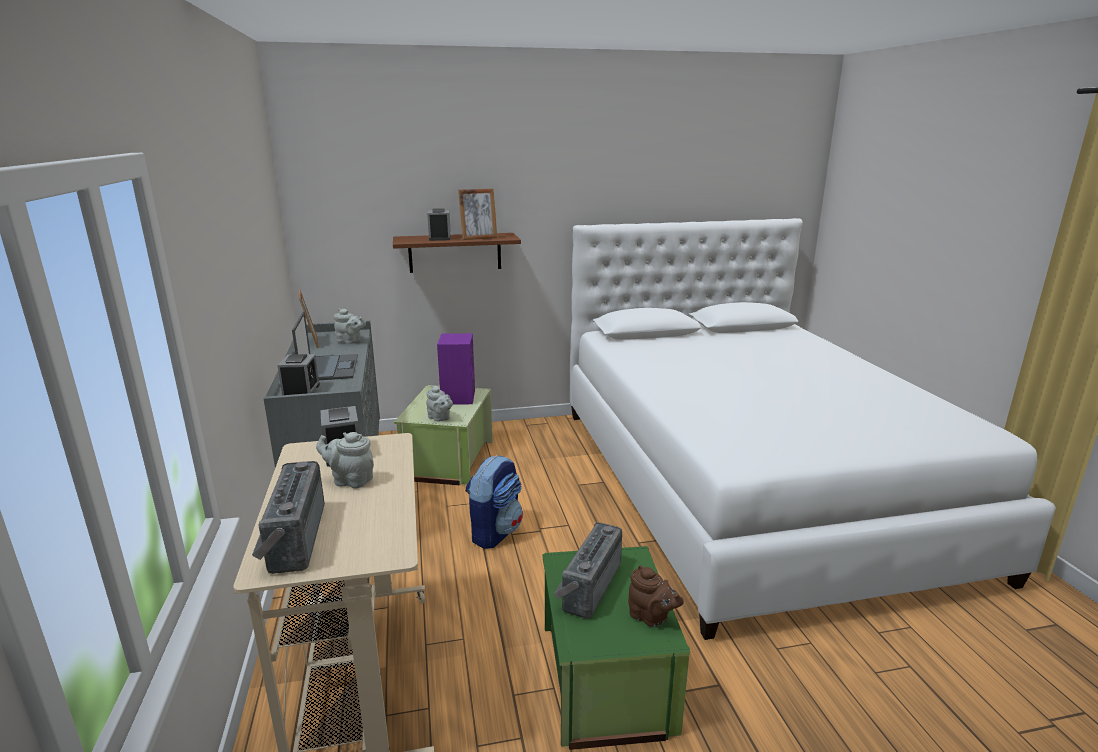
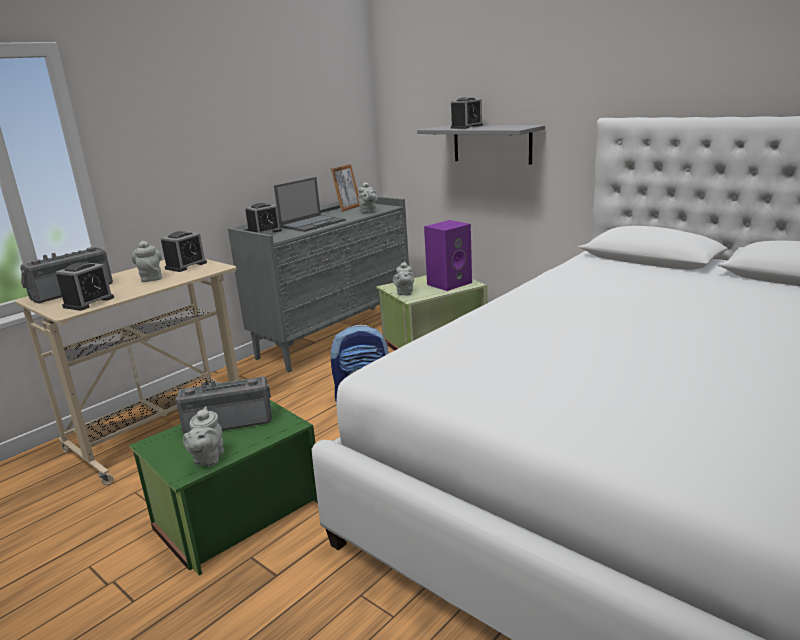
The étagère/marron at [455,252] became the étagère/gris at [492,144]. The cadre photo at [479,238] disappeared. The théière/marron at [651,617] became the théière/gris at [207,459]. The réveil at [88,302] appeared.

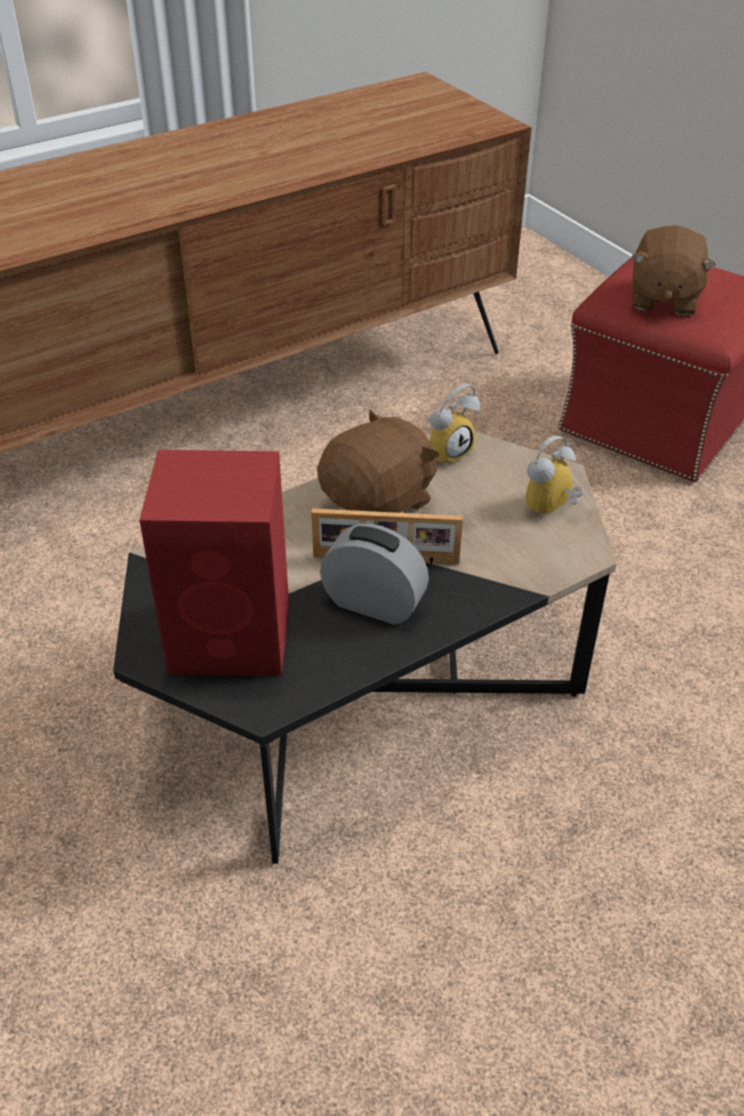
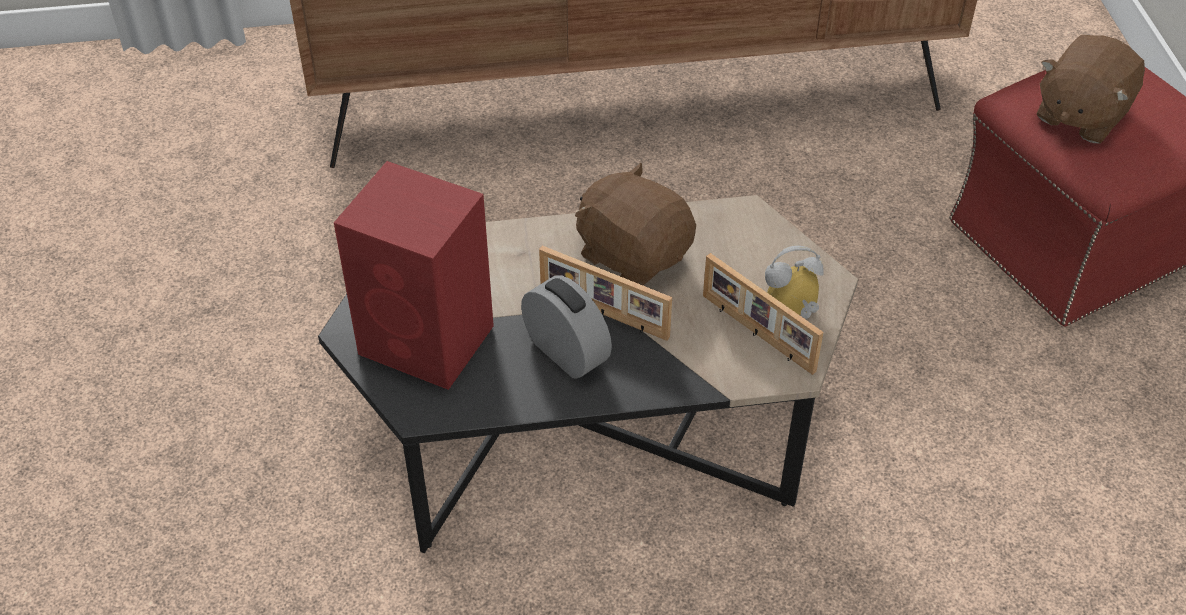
The peluche/marron at [379,502] turned 120 degrees counterclockwise. The réveil at [447,451] disappeared. The cadre photo at [756,334] appeared.

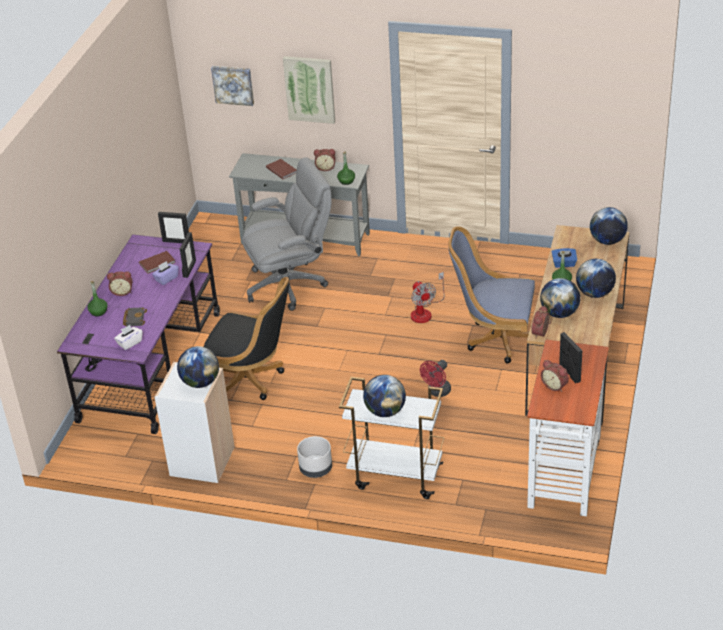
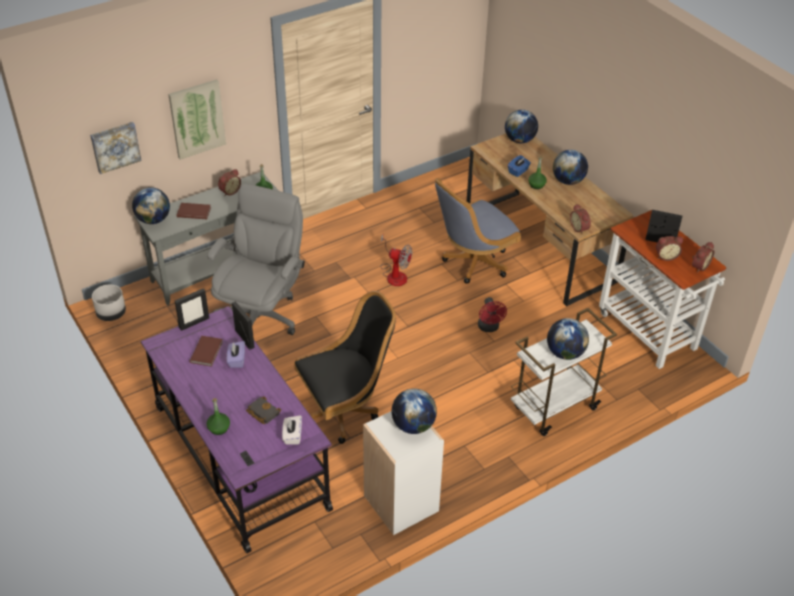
The réveil moved from [122,291] to [699,266]. The cache-pot/gris moved from [315,469] to [111,314]. The globe moved from [559,313] to [153,220].

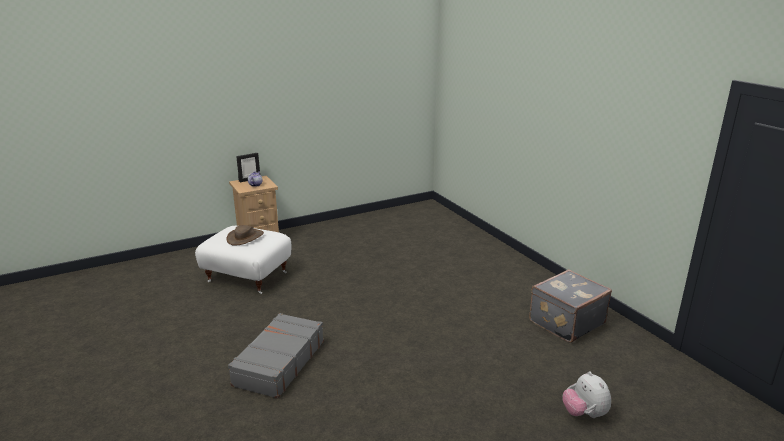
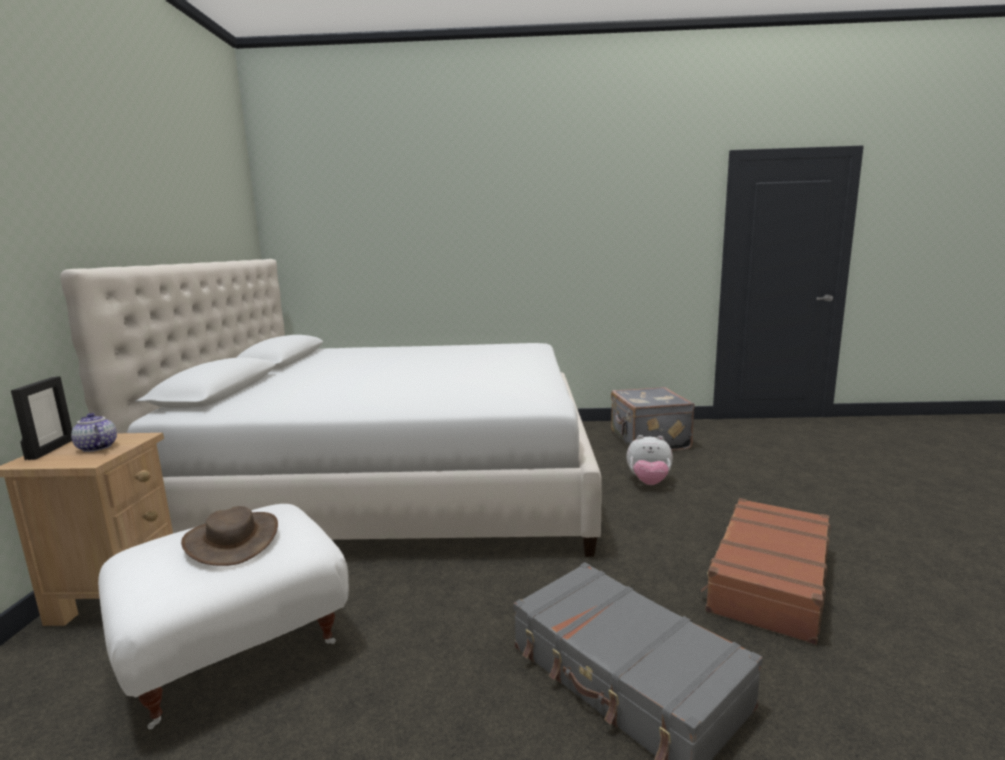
The peluche moved from [584,414] to [649,482]. The lit/blanc at [397,477] appeared. The valise/marron at [768,580] appeared.

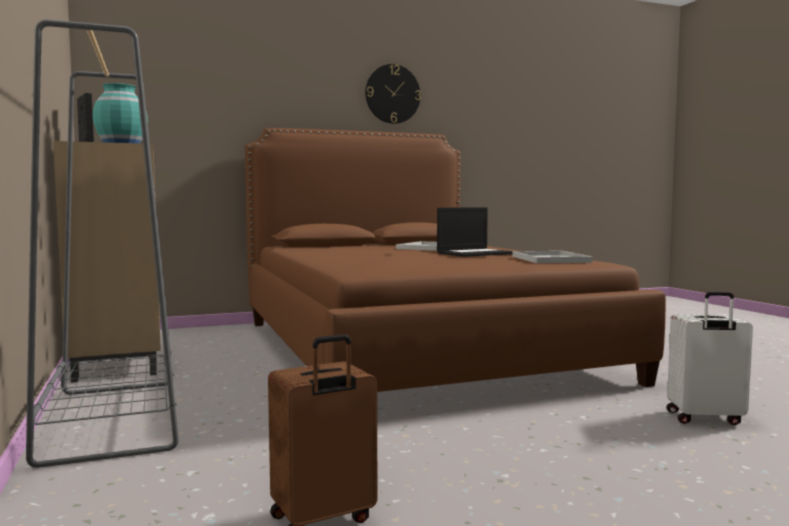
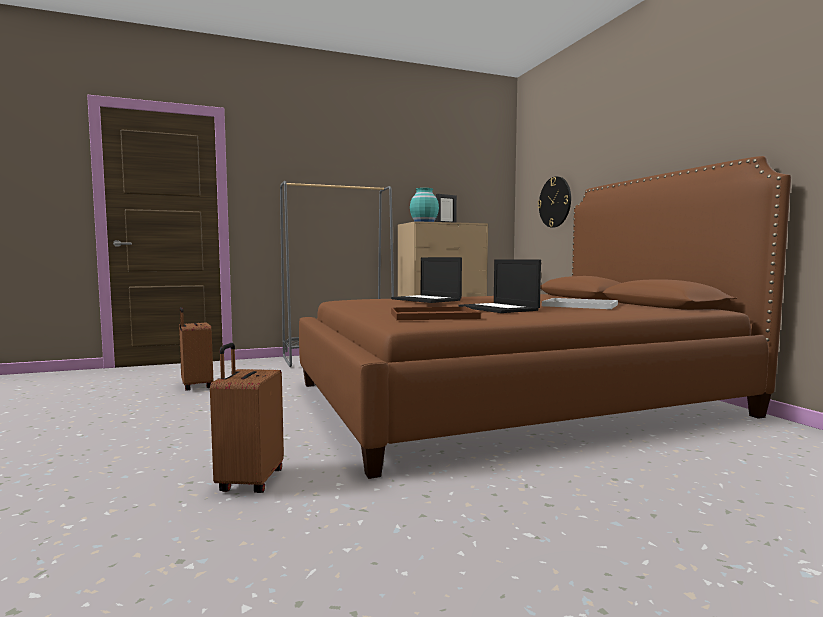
The horloge murale moved from [392,94] to [555,202]. The plateau/blanc at [551,259] became the plateau/marron at [432,316]. The valise/blanc at [705,418] became the valise/marron at [249,481]. The ordinateur portable at [427,299] appeared.

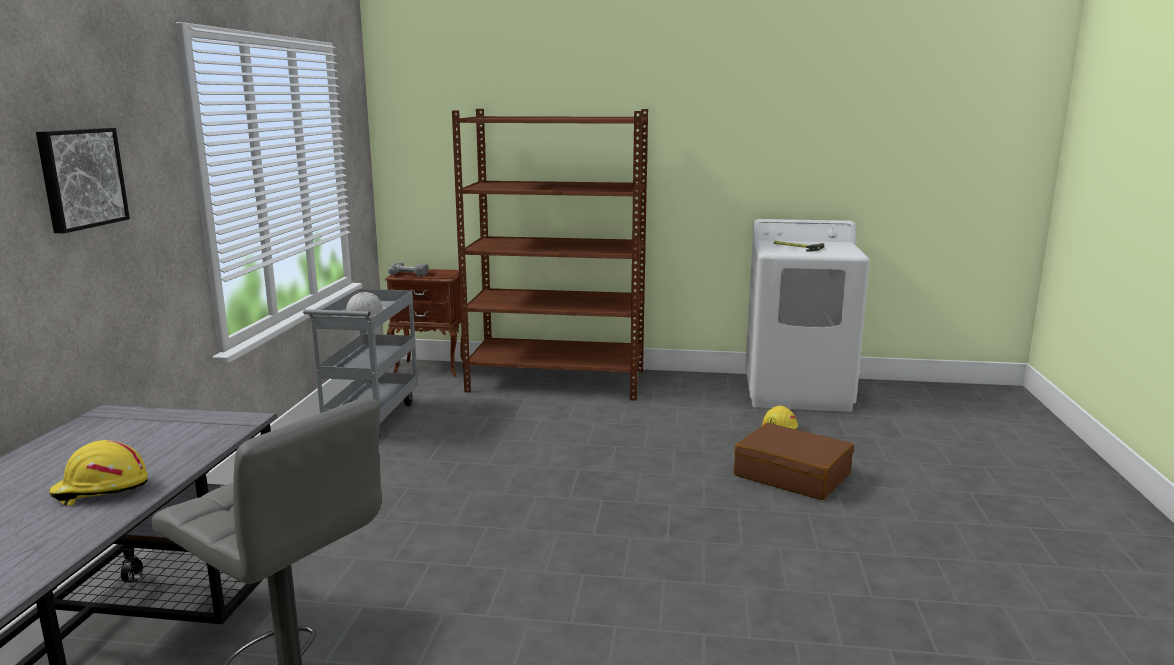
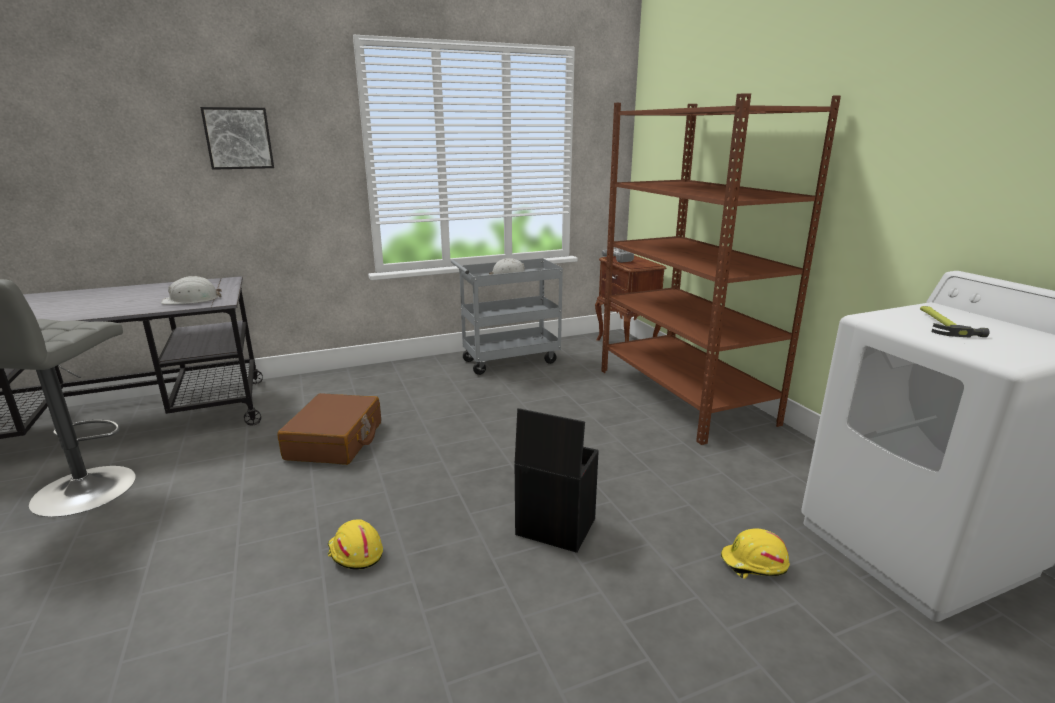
The casque de chantier/jaune moved from [100,490] to [354,553]. The valise/marron moved from [792,475] to [335,441]. The casque de chantier/blanc at [191,300] appeared. The boîte de rangement/noir at [554,527] appeared.

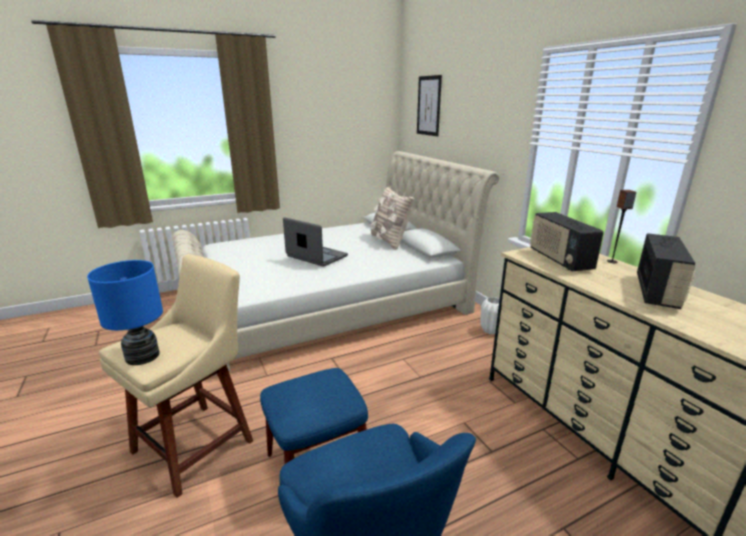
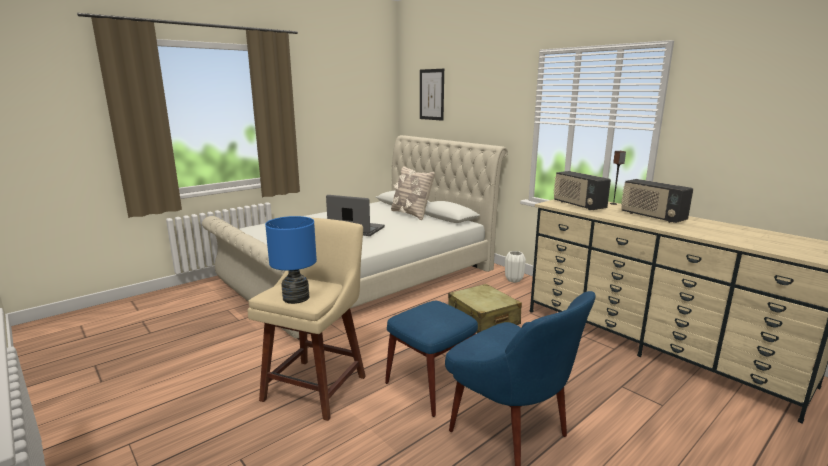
The radio at [657,292] turned 135 degrees clockwise. The valise/beige at [483,319] appeared.

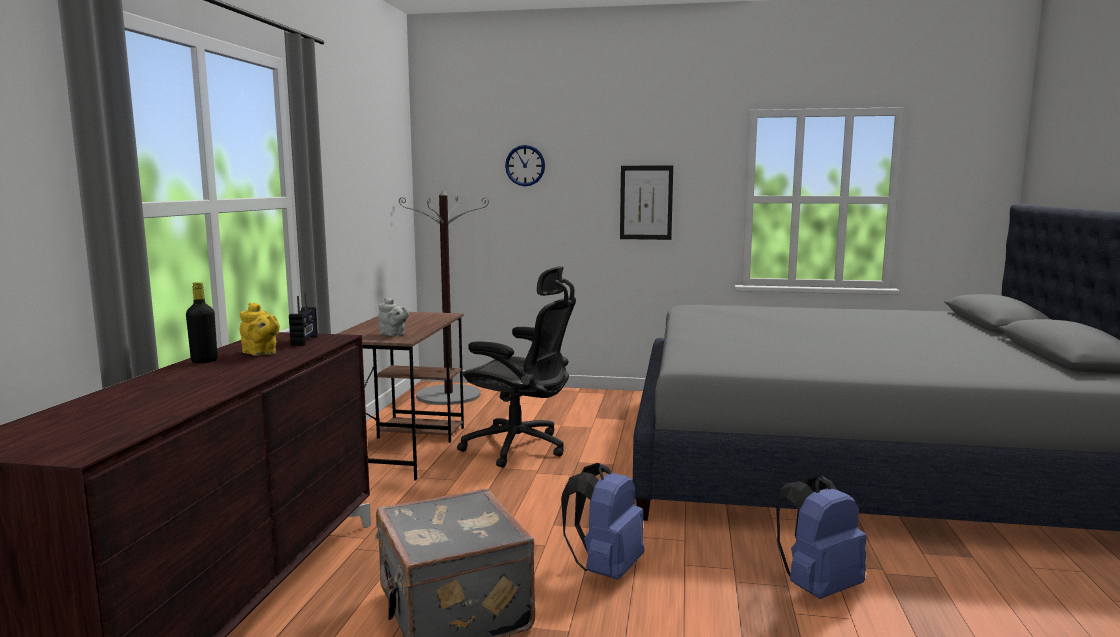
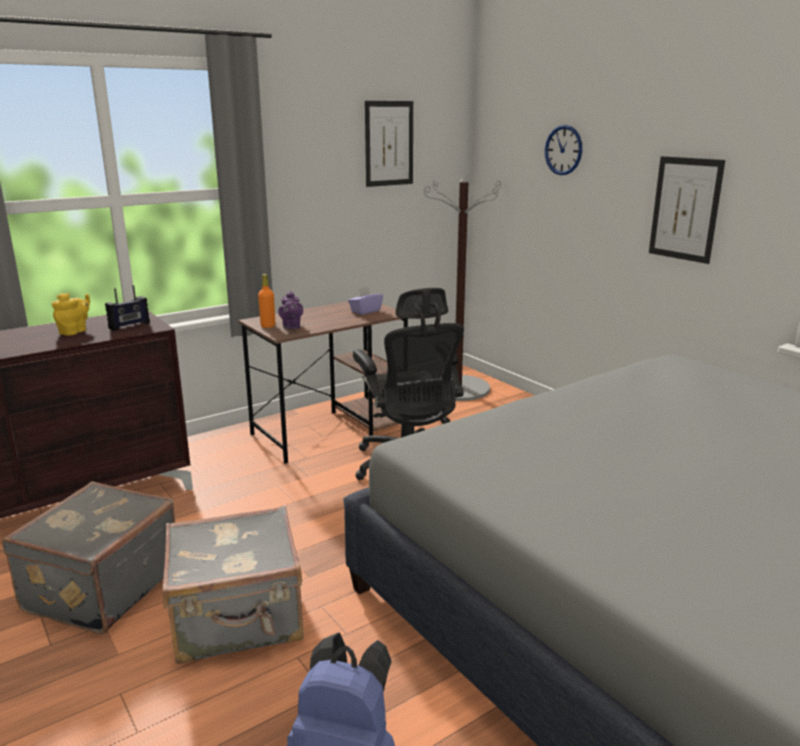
The bouteille/noir at [204,361] disappeared. The théière/jaune at [261,353] turned 150 degrees counterclockwise. The théière/gris at [393,334] became the théière/violet at [291,327]. The sac à dos/bleu at [605,569] was replaced by the valise/gris at [238,619]. The bouteille/orange at [268,326] appeared. The boîte à mouchoirs/violet at [365,311] appeared. The tableau at [389,143] appeared.

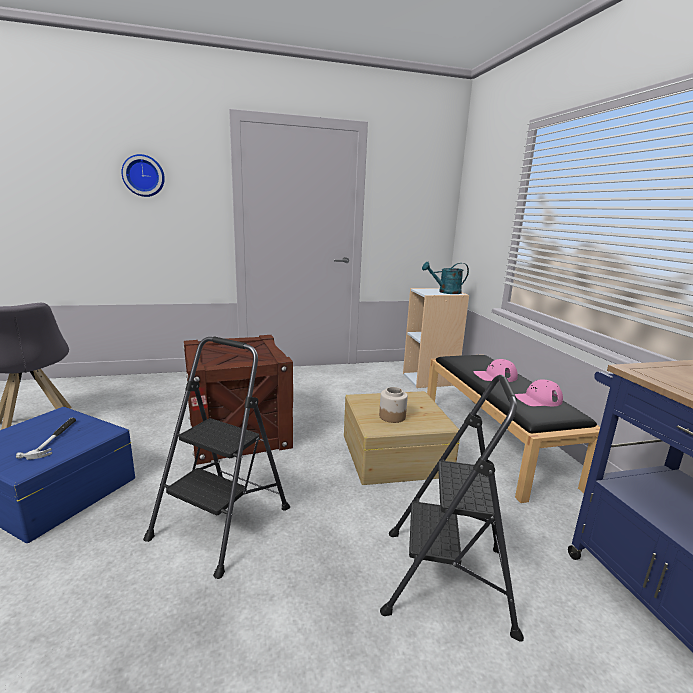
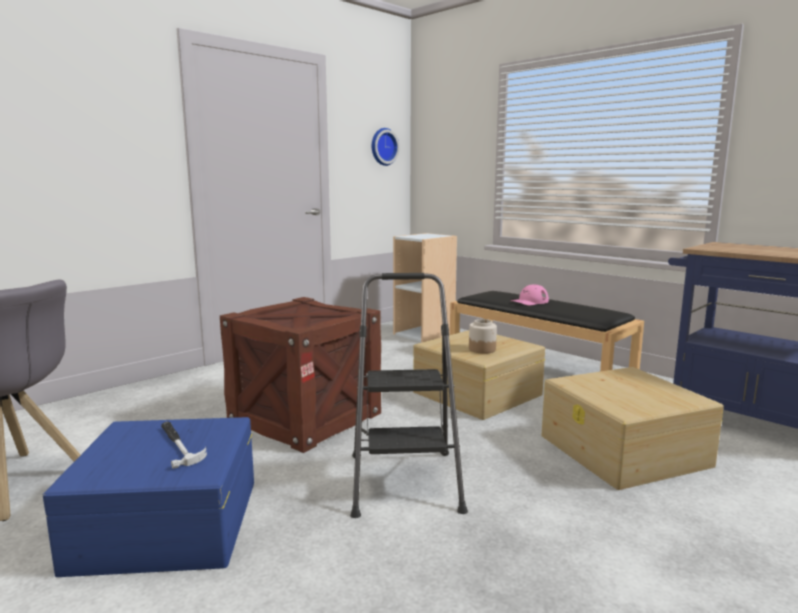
The horloge murale moved from [144,176] to [383,147]. The escabeau/noir at [452,579] was replaced by the boîte de rangement/beige at [624,451]. The arrosoir/turquoise at [445,292] disappeared. The casquette/rose at [537,399] disappeared.

